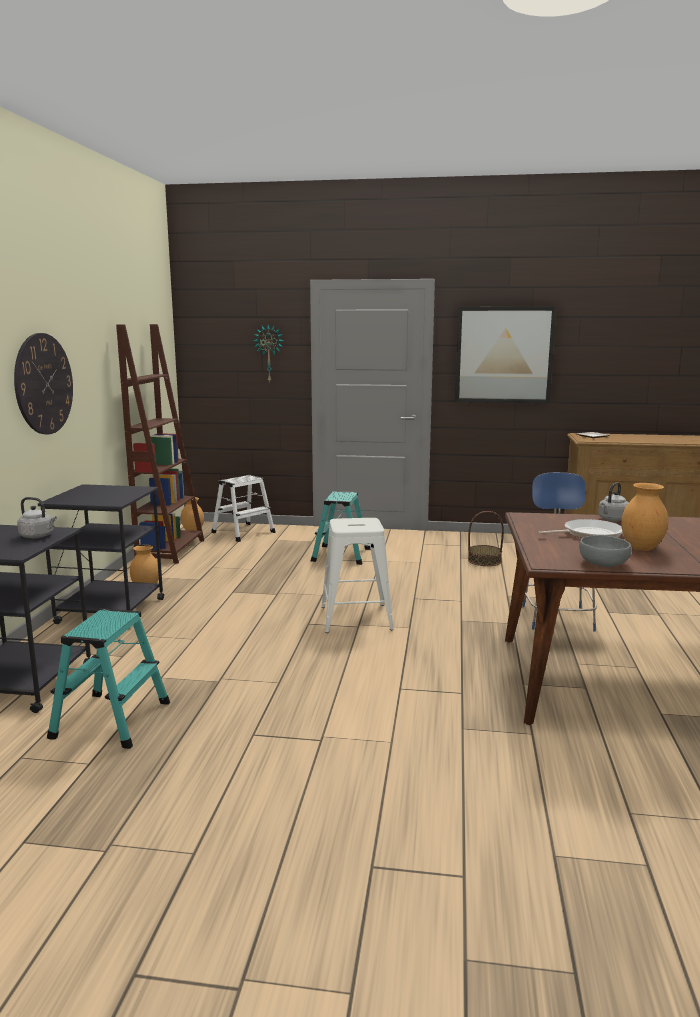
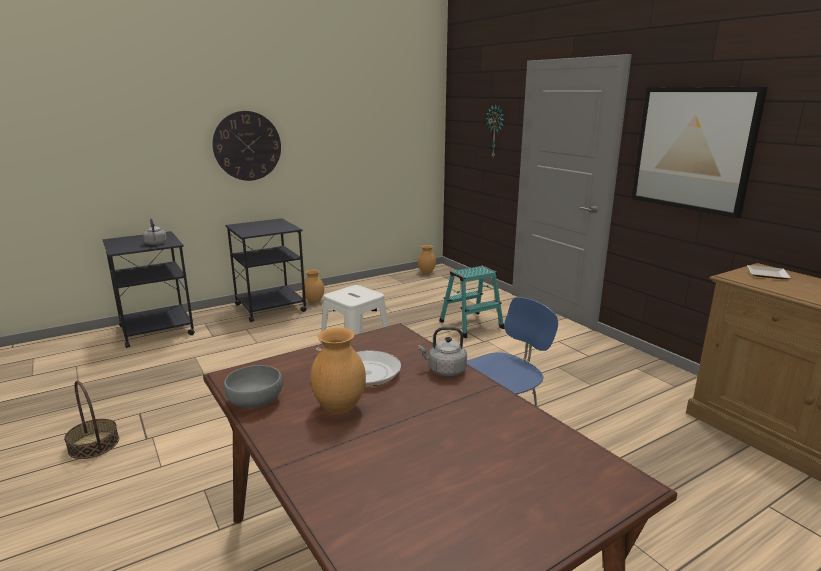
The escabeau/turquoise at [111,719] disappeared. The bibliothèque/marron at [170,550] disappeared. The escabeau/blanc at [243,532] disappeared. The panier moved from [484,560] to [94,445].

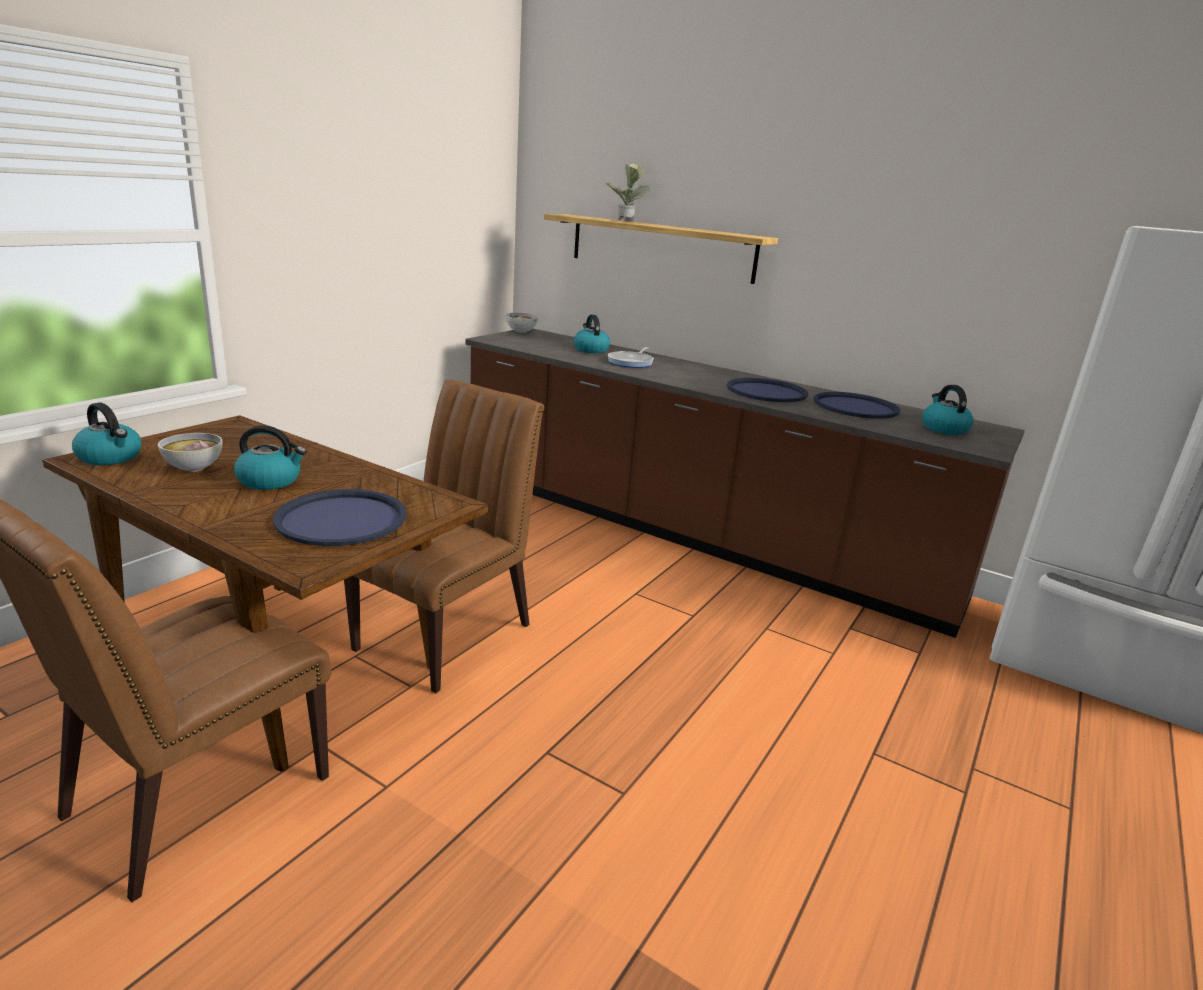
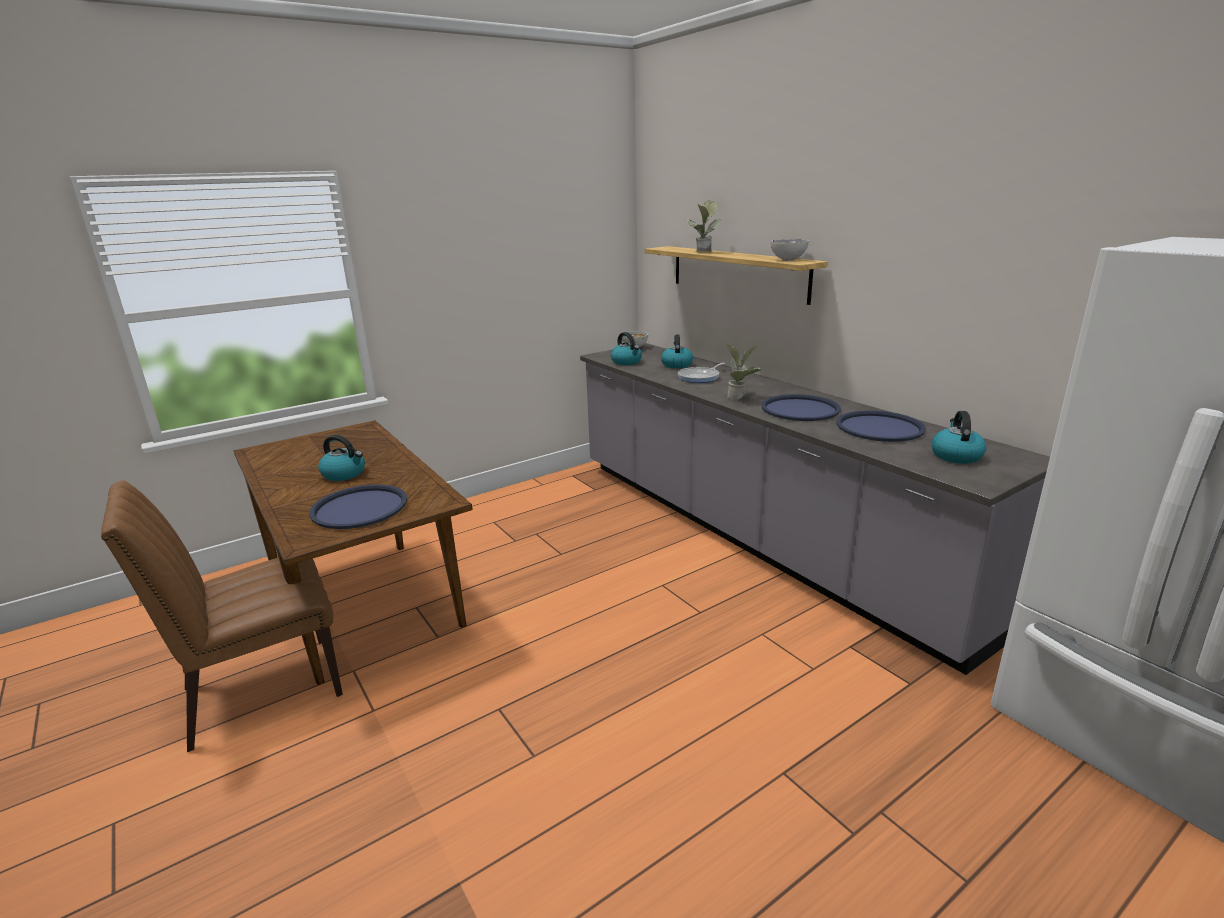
The bouilloire moved from [111,457] to [627,362]. The bol moved from [193,468] to [788,260]. The chaise/marron at [444,638] disappeared. The comptoir de cuisine/marron at [691,534] became the comptoir de cuisine/gris at [752,535]. The plante en pot at [740,397] appeared.

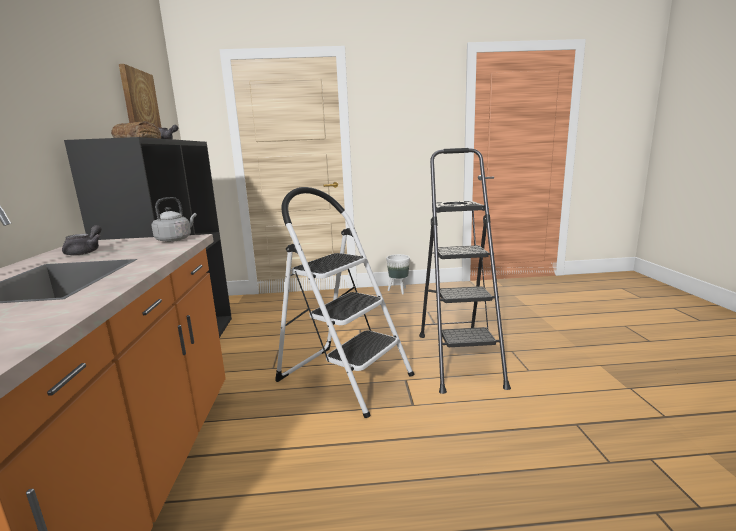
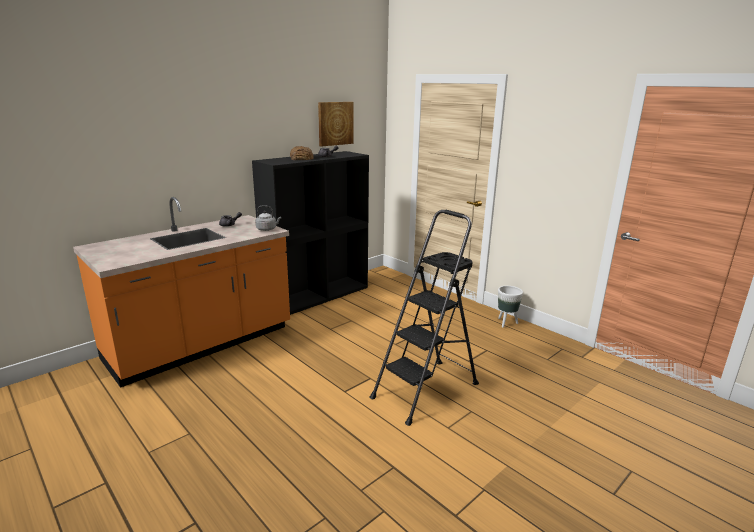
The escabeau at [342,377] disappeared.

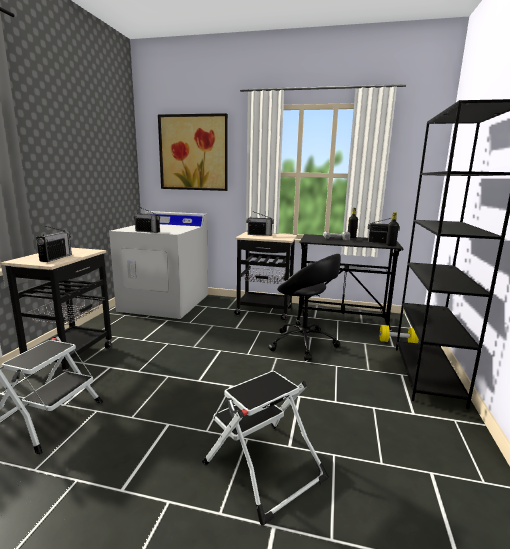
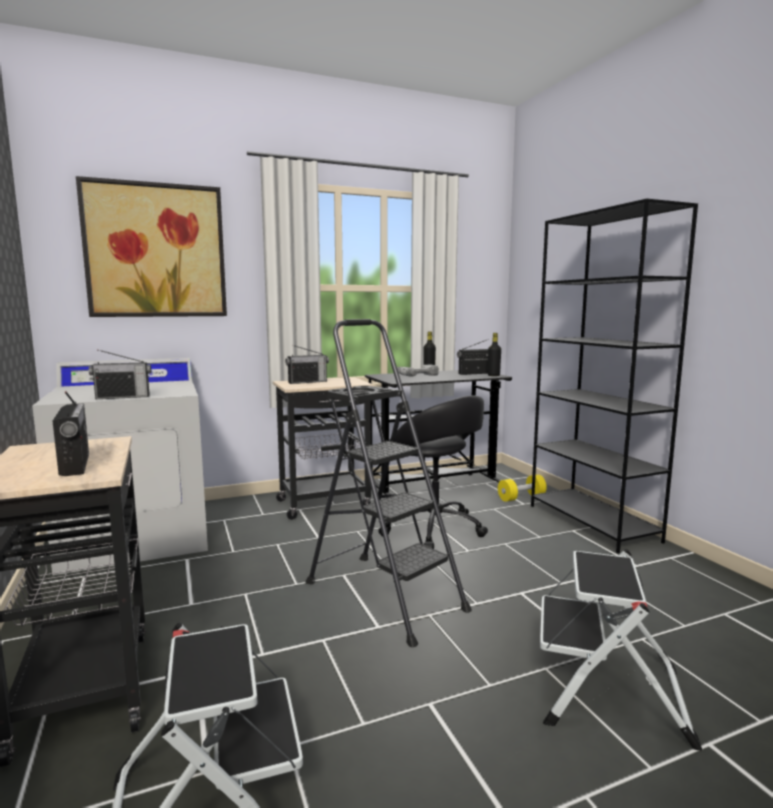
The chaise de bureau/noir at [304,344] turned 45 degrees clockwise. The escabeau at [382,594] appeared.

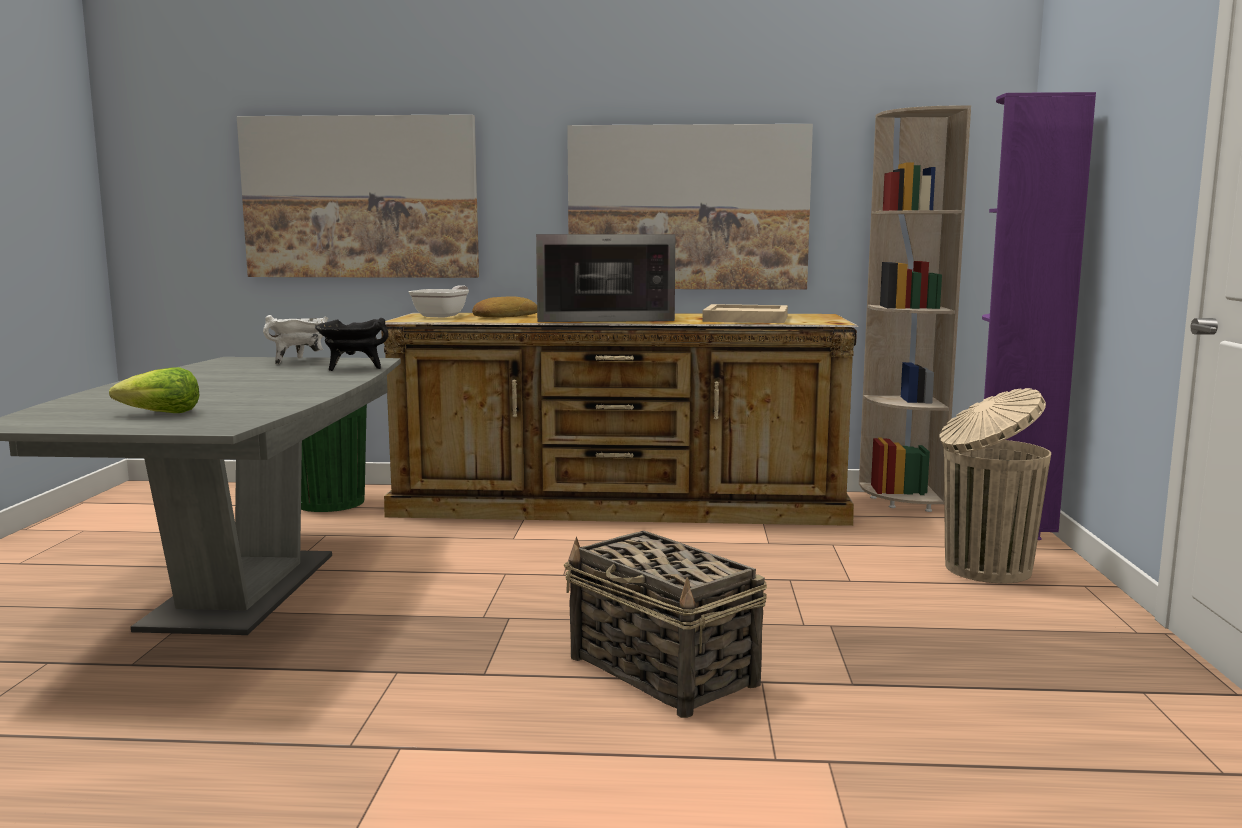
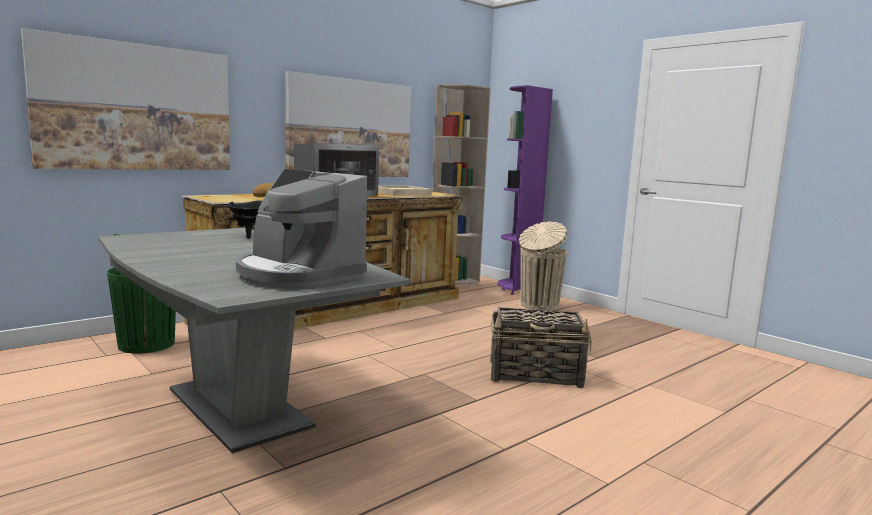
The laitue at [160,414] was replaced by the machine à café at [297,275]. The marmite/blanc at [299,361] disappeared. The poêle at [443,315] disappeared.

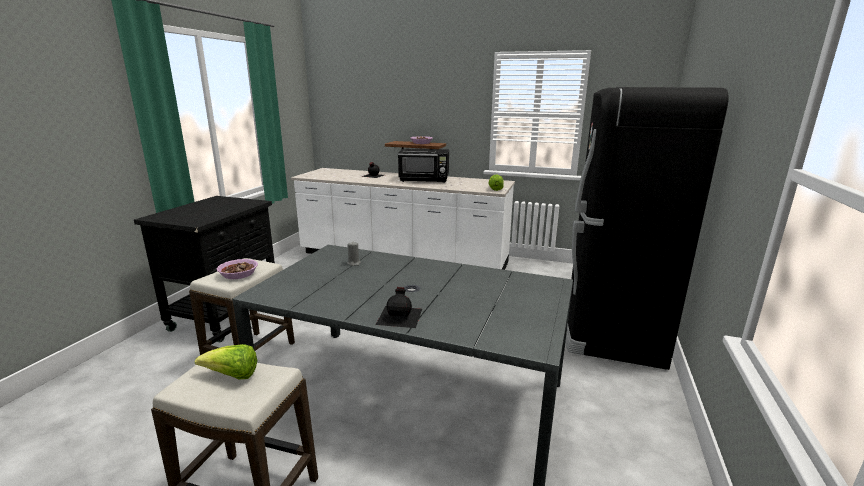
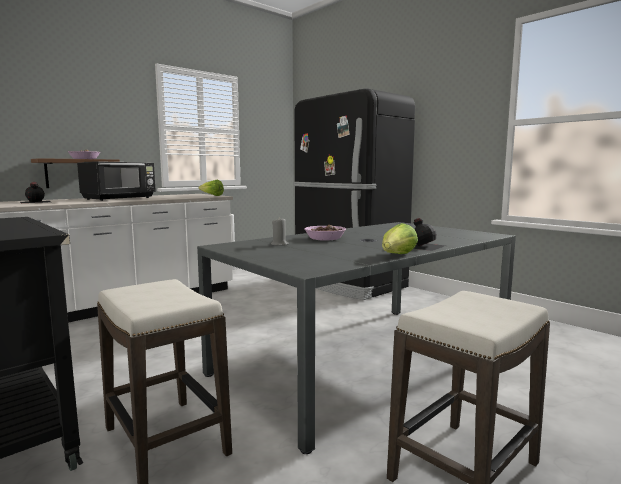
The laitue moved from [232,376] to [397,256]. The bol moved from [239,274] to [325,238].

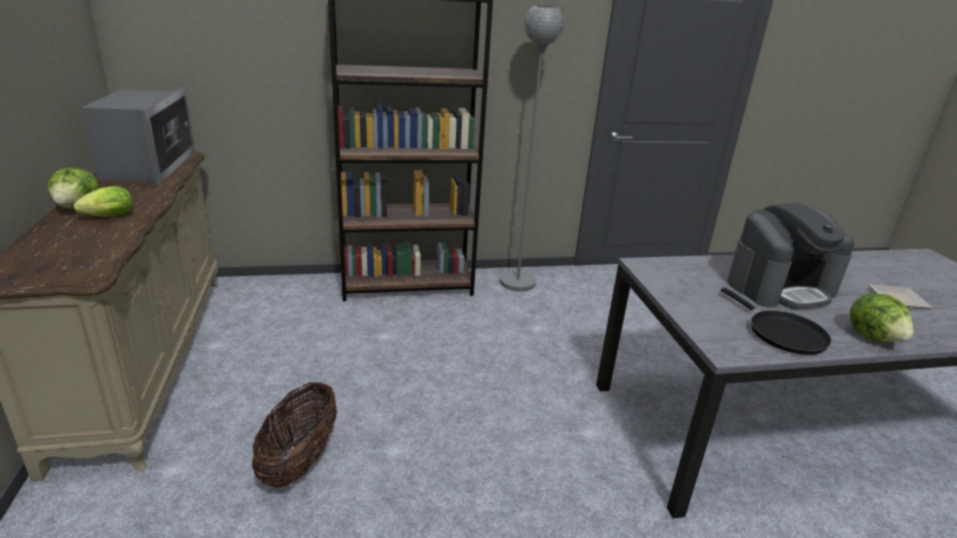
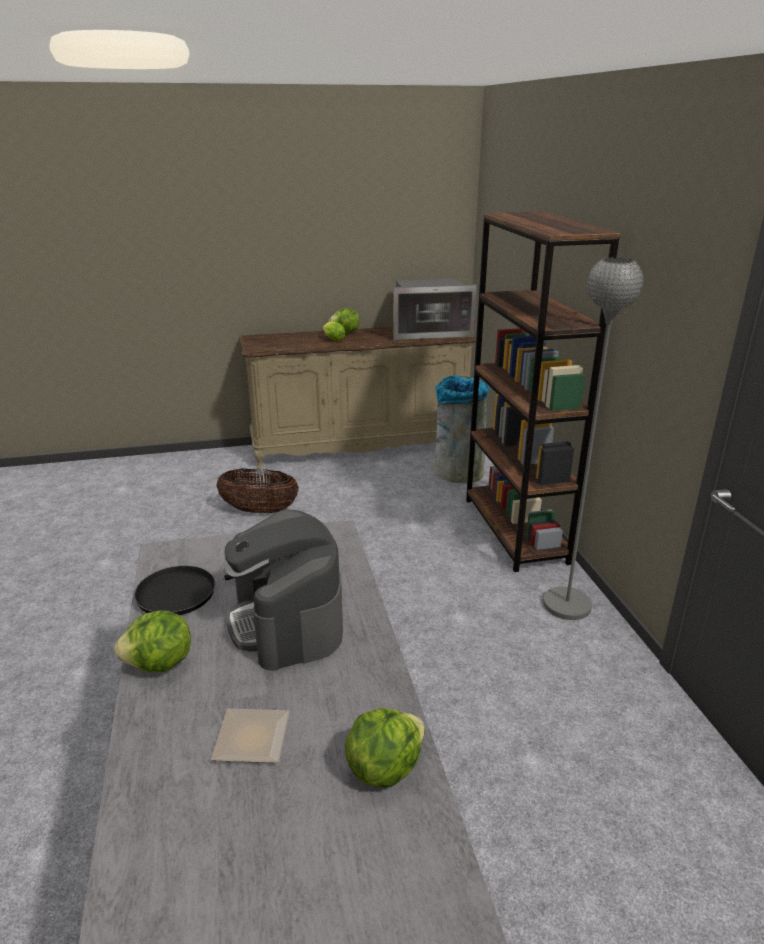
The laitue at [384,767] appeared. The poubelle/gris at [458,472] appeared.

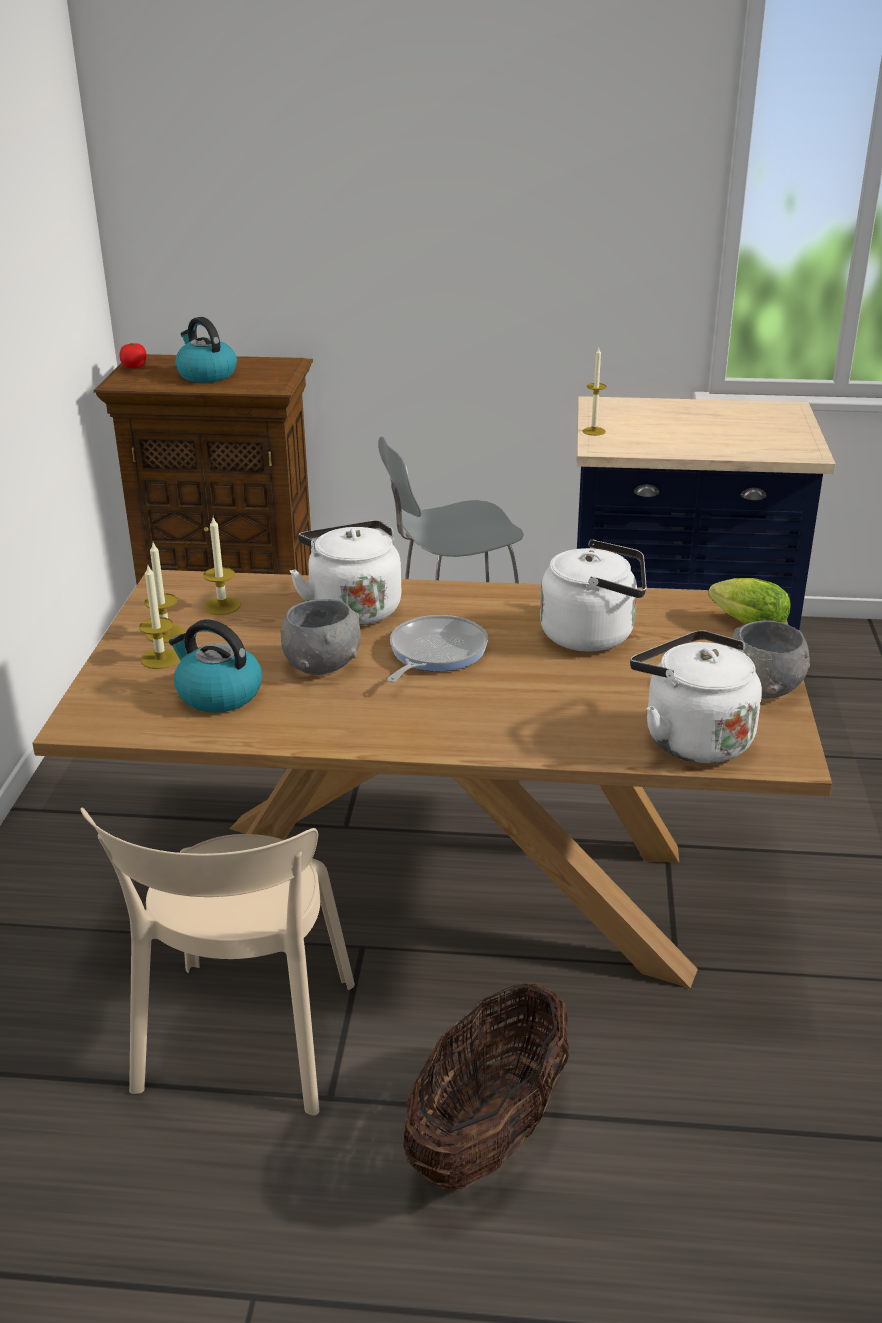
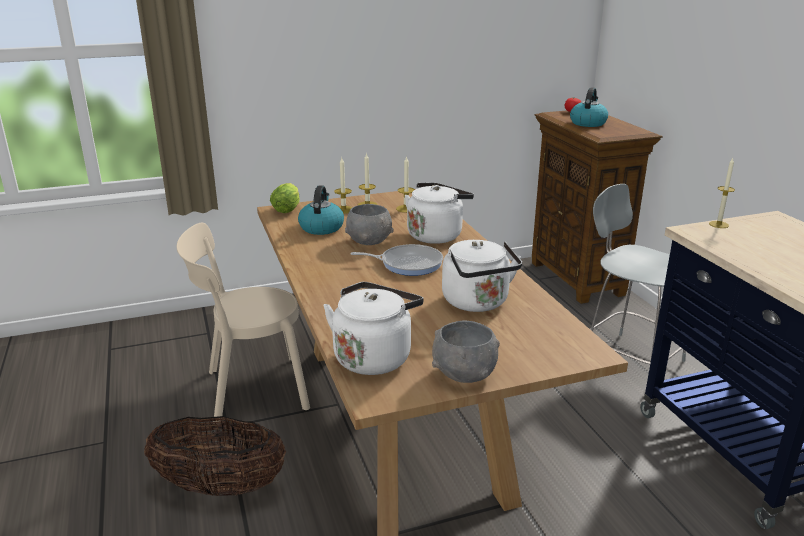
The laitue moved from [744,623] to [288,209].

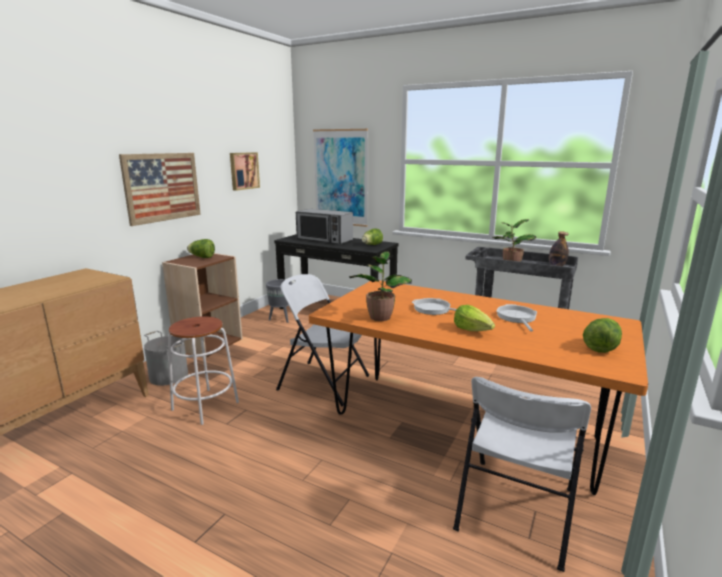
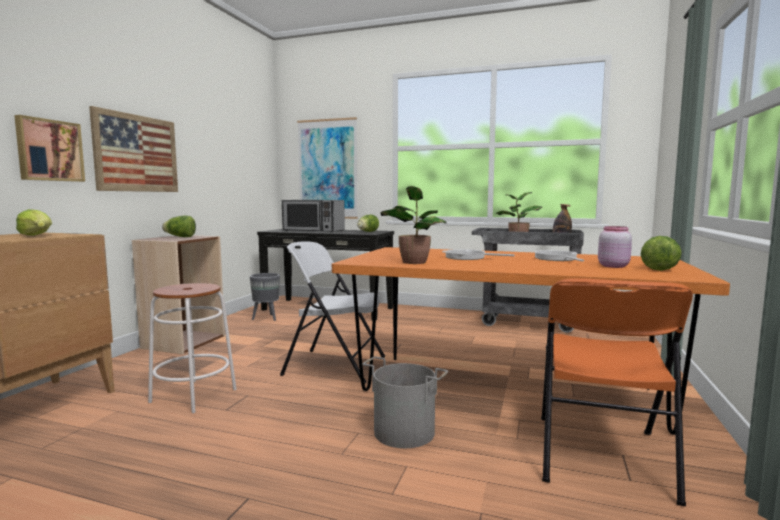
The seau/gris moved from [169,376] to [404,431]. The tableau moved from [243,171] to [49,150]. The chaise/blanc at [515,509] became the chaise/orange at [600,455]. The laitue moved from [472,330] to [37,235]. The bocal/rose at [612,266] appeared.

